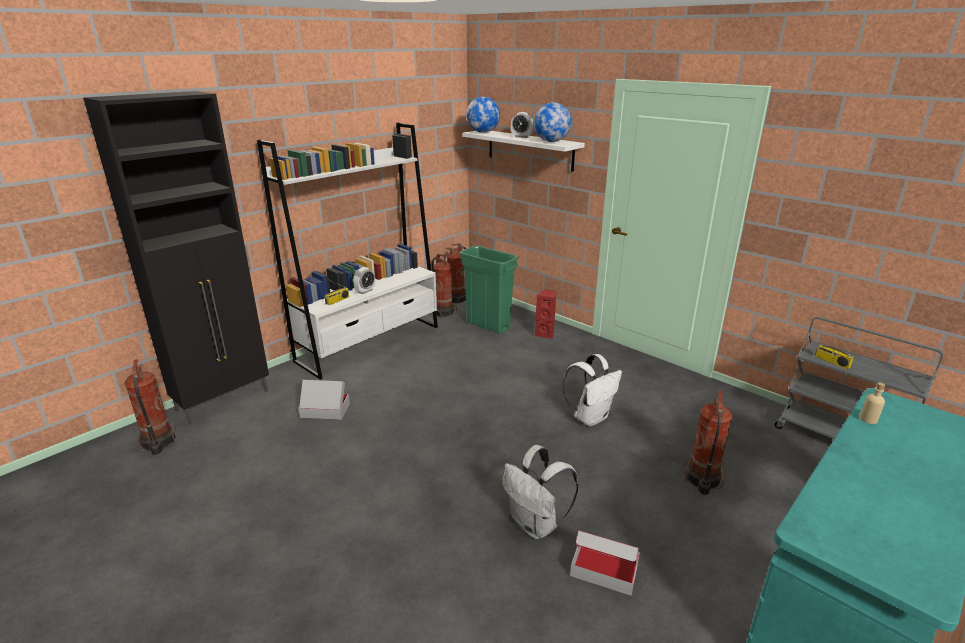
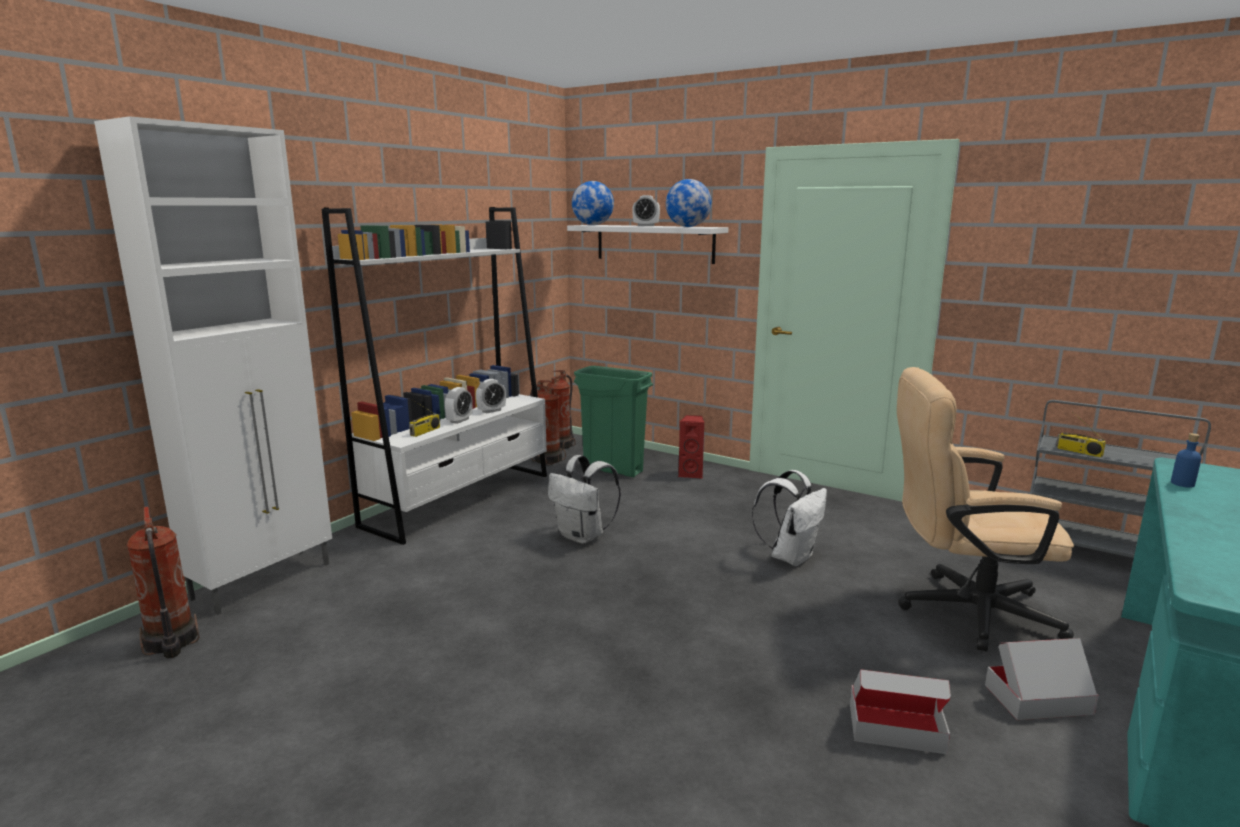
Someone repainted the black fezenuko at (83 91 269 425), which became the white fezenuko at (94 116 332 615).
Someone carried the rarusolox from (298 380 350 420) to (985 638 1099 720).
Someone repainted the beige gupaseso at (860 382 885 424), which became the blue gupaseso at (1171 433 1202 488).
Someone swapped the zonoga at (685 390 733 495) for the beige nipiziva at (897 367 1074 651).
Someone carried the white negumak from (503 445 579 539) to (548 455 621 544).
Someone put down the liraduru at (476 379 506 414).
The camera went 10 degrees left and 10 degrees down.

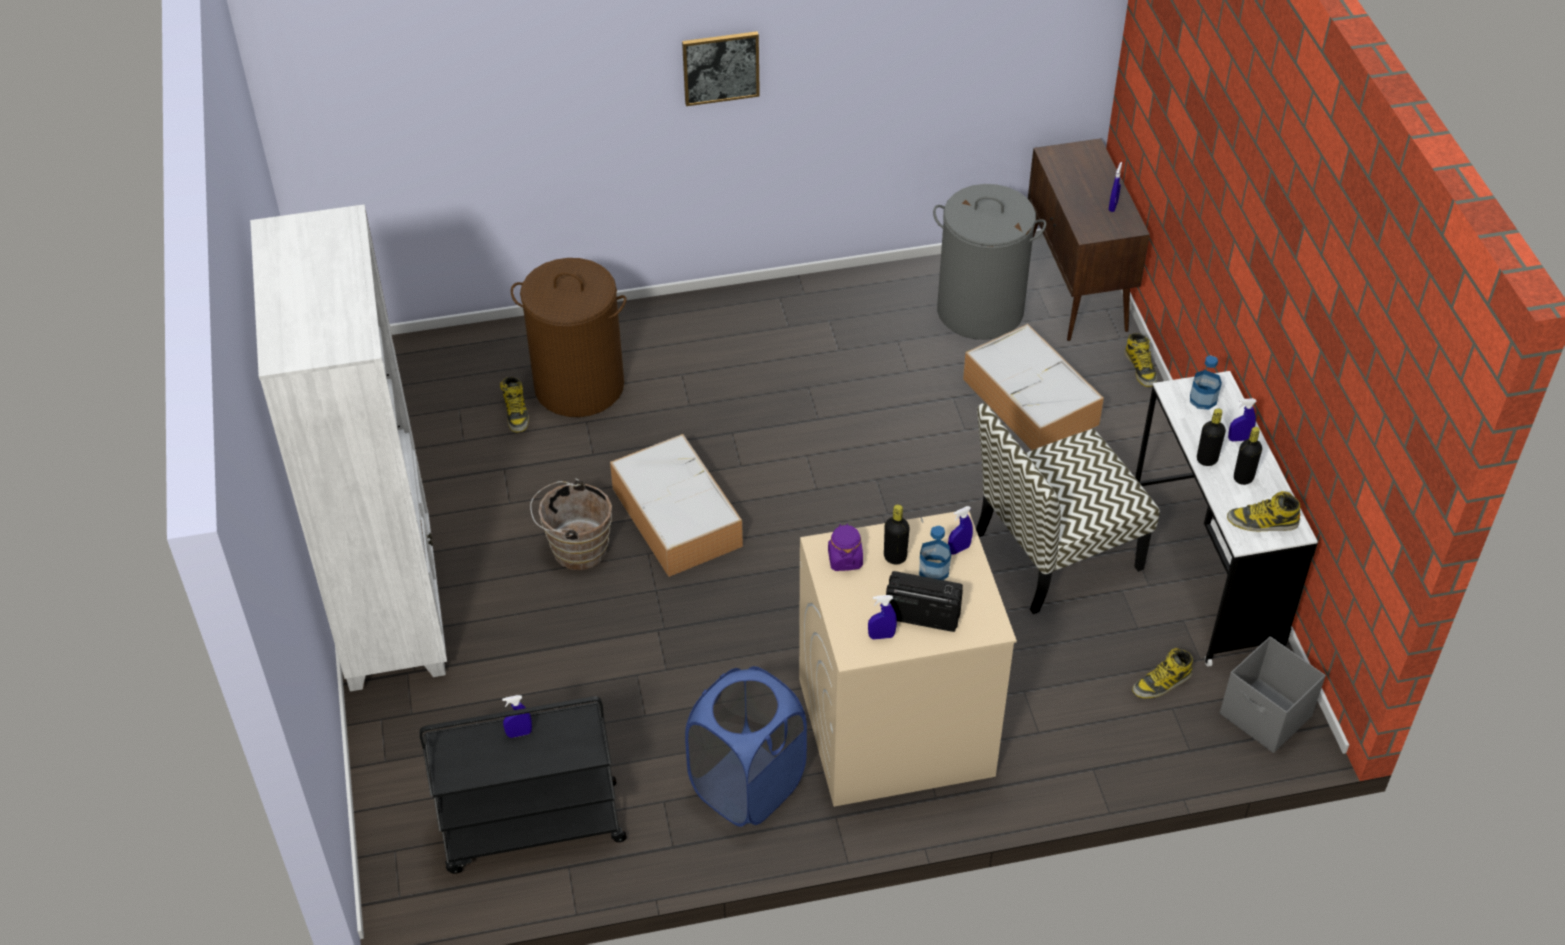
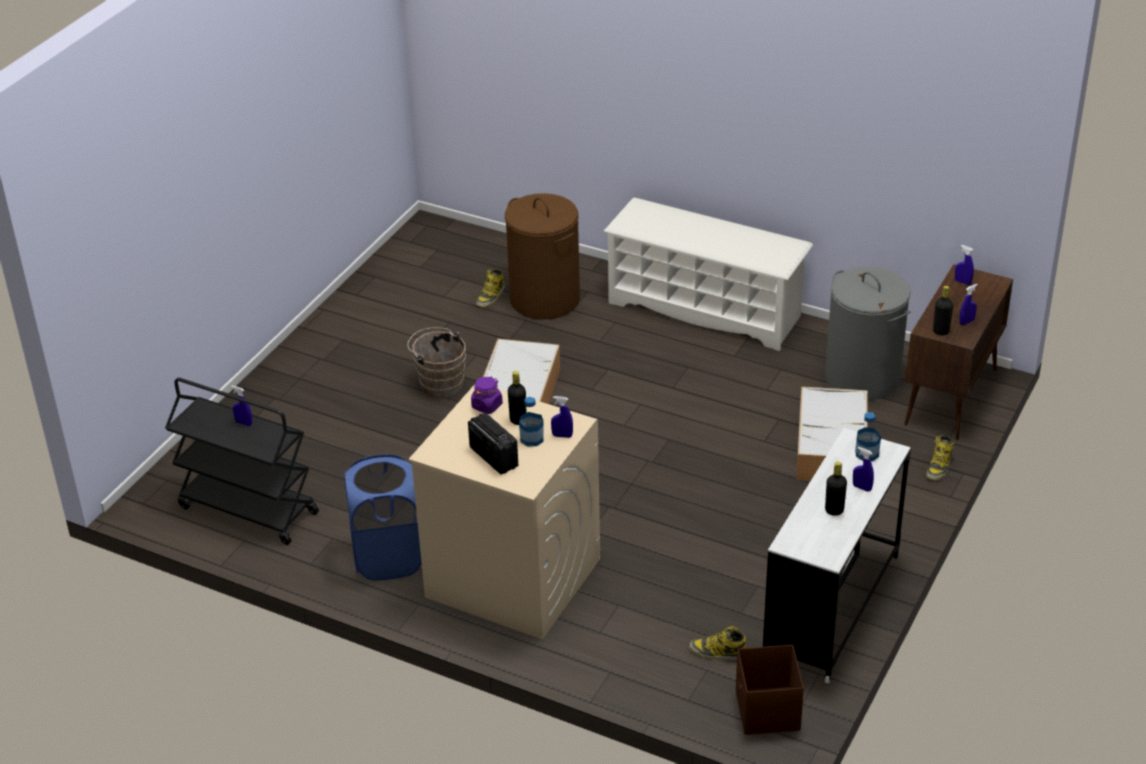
Someone took away the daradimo at (682 31 760 106).
Someone took away the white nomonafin at (250 204 447 692).
Someone took away the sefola at (976 403 1160 614).
Someone carried the black gupaseso from (1197 408 1226 466) to (933 286 953 335).
Someone took away the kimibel at (1227 491 1300 531).
Someone carried the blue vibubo from (868 595 897 640) to (955 245 974 285).
Someone repainted the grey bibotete at (1220 636 1326 753), which became the brown bibotete at (736 644 804 735).
Someone put down the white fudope at (604 197 813 351).
The camera went 40 degrees right and 10 degrees down.

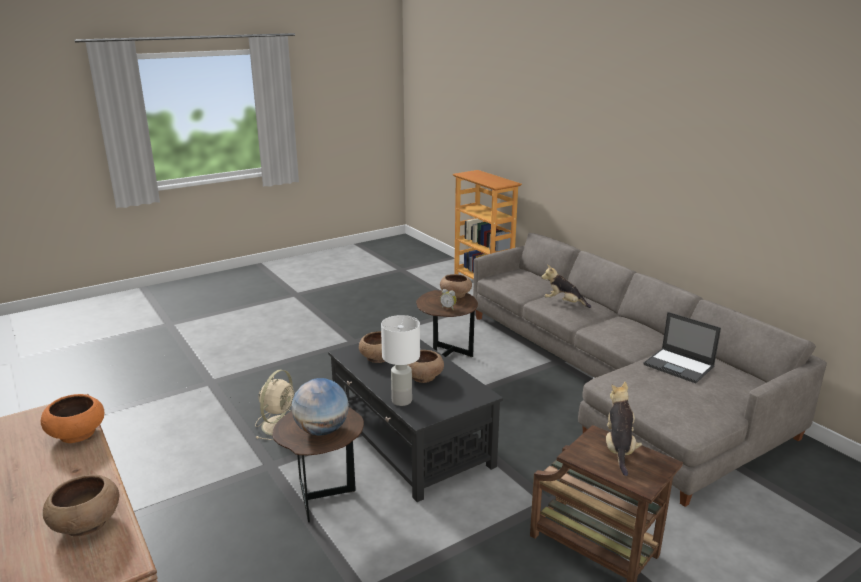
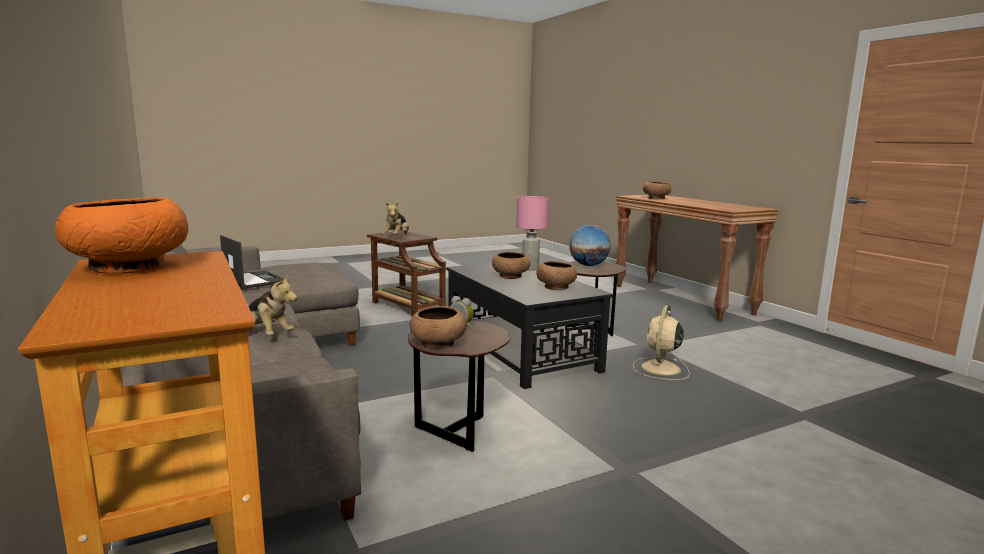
Someone repainted the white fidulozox at (381 315 420 406), which became the pink fidulozox at (516 196 549 270).
Someone carried the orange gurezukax from (41 394 104 443) to (55 197 188 274).
The camera went 175 degrees left and 10 degrees down.

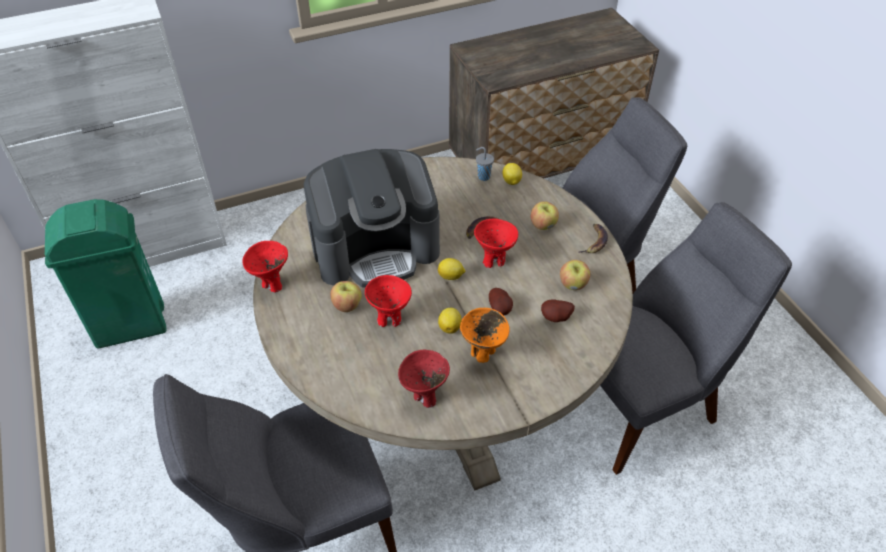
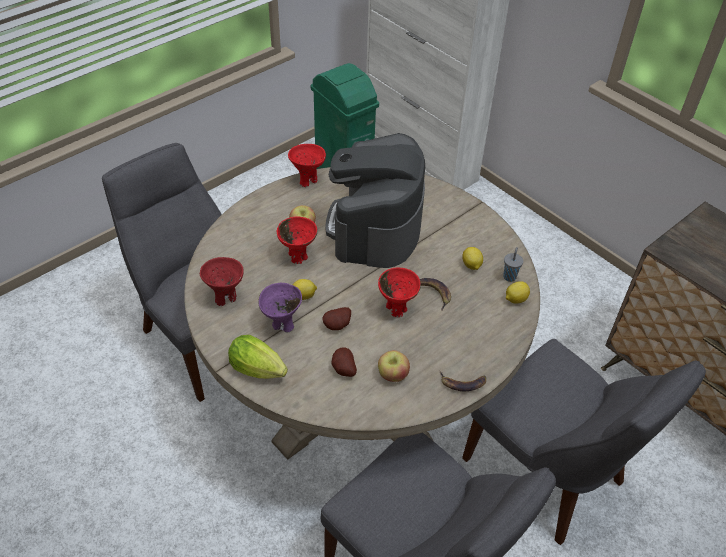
Someone rotated the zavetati at (304 149 440 287) by 45 degrees clockwise.
Someone took away the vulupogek at (531 201 559 230).
Someone carried the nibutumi from (438 258 465 280) to (462 247 483 270).
Someone repainted the orange gurezukax at (460 308 510 363), which became the purple gurezukax at (258 283 302 332).
Someone put down the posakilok at (228 335 288 379).
The camera went 70 degrees right and 0 degrees up.

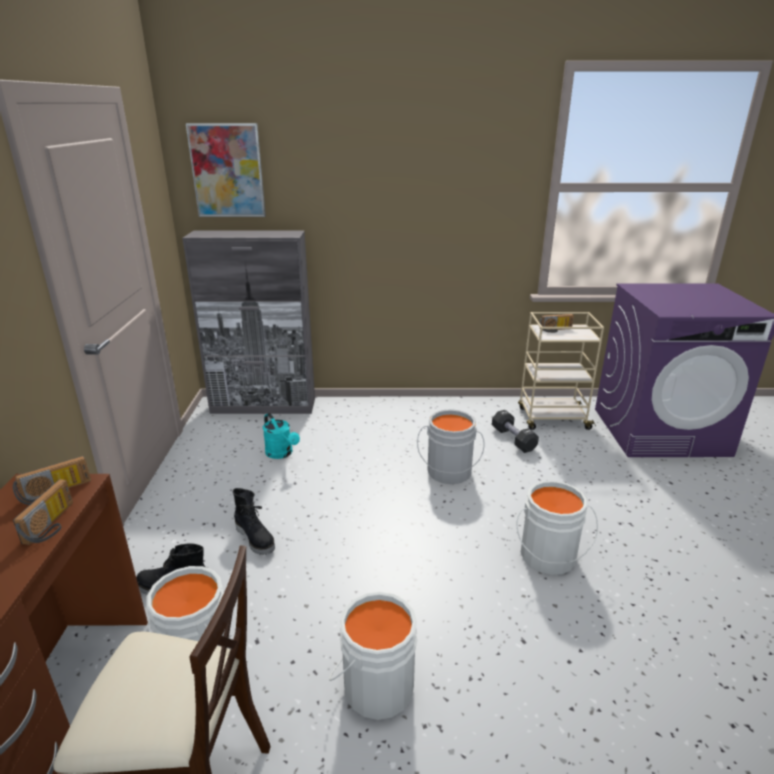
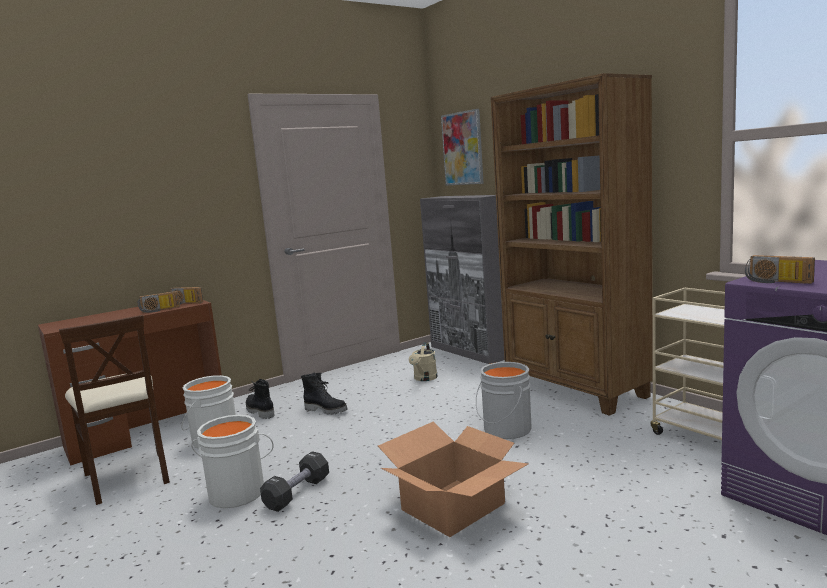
Someone carried the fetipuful from (540 314 574 333) to (745 255 815 284).
Someone carried the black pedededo from (492 410 539 453) to (260 451 329 512).
Someone repainted the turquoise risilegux at (263 413 300 459), which became the beige risilegux at (409 342 438 381).
Someone swapped the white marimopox at (517 480 598 575) for the rarusolox at (378 422 528 537).
Someone rotated the black kimibel at (233 488 275 555) by 75 degrees counterclockwise.
Someone put down the brown nomonafin at (491 73 653 416).
The camera went 55 degrees right and 15 degrees down.

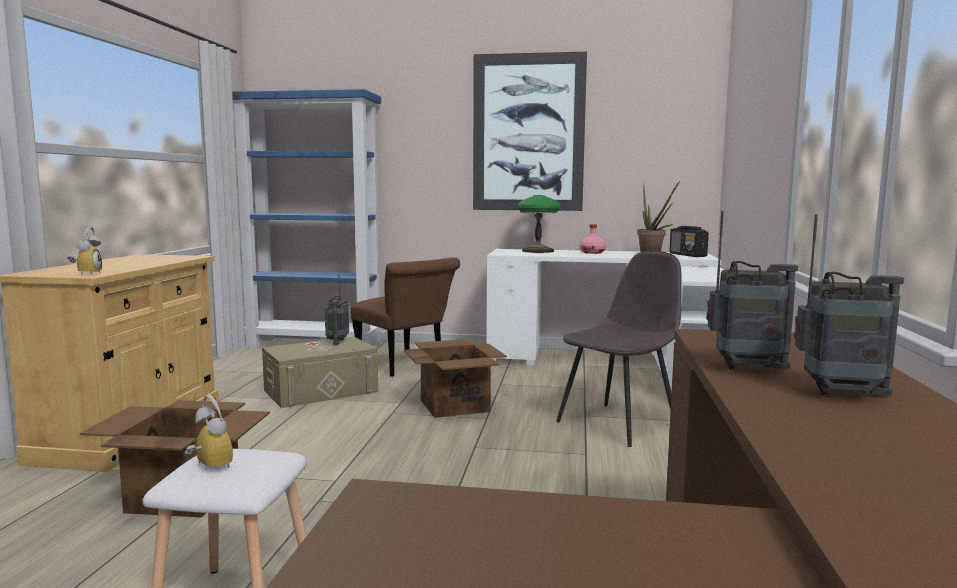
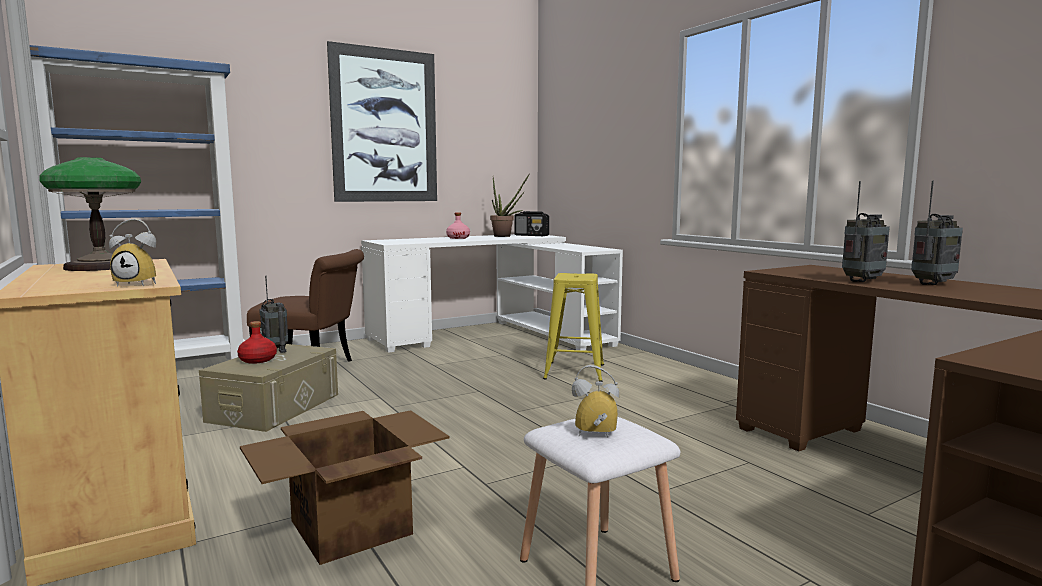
Someone carried the fidulozox from (517 195 561 253) to (40 157 141 271).
Someone rotated the liraduru at (67 227 102 276) by 135 degrees clockwise.
Someone swapped the grey sefola at (557 250 682 447) for the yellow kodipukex at (543 273 604 382).
Someone took away the rarusolox at (404 339 507 418).
Someone put down the red gupaseso at (237 321 277 364).
The camera went 40 degrees left and 0 degrees up.

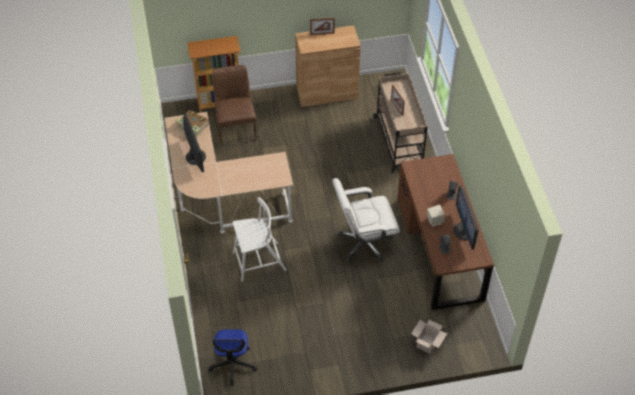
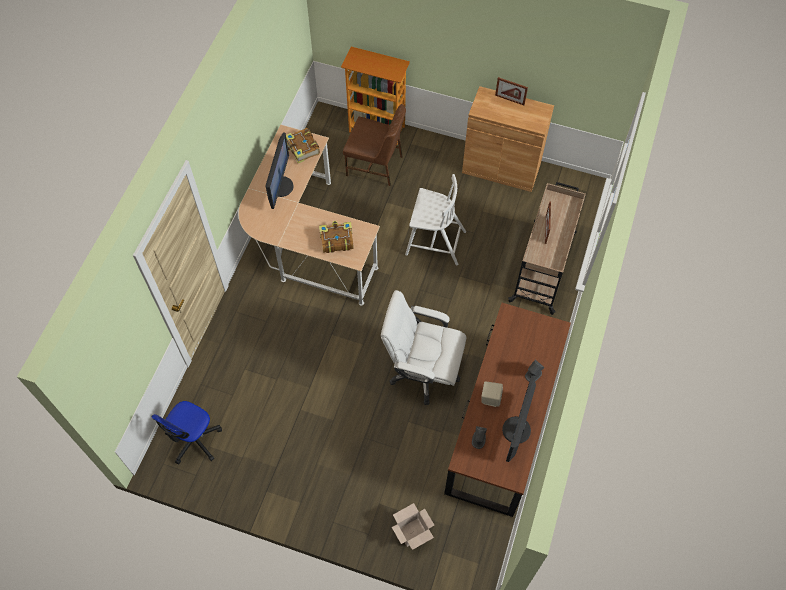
Someone rotated the brown sefola at (212 65 256 145) by 90 degrees clockwise.
Someone carried the white sefola from (233 197 287 282) to (405 174 466 265).
Someone put down the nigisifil at (319 221 354 253).
The camera went 30 degrees right and 10 degrees up.

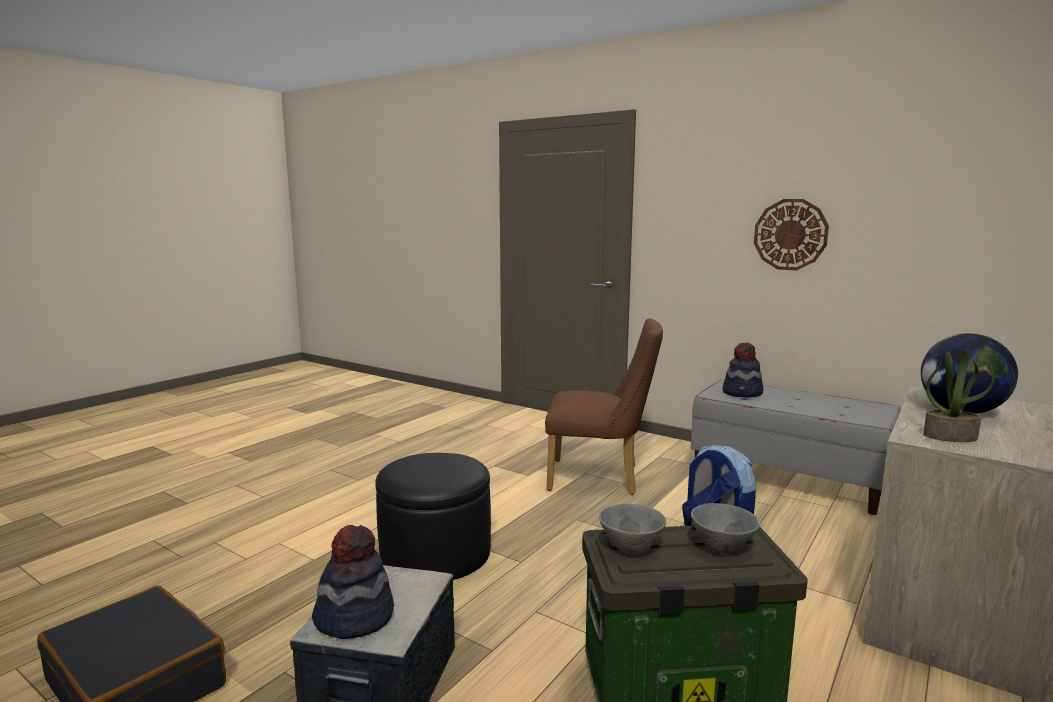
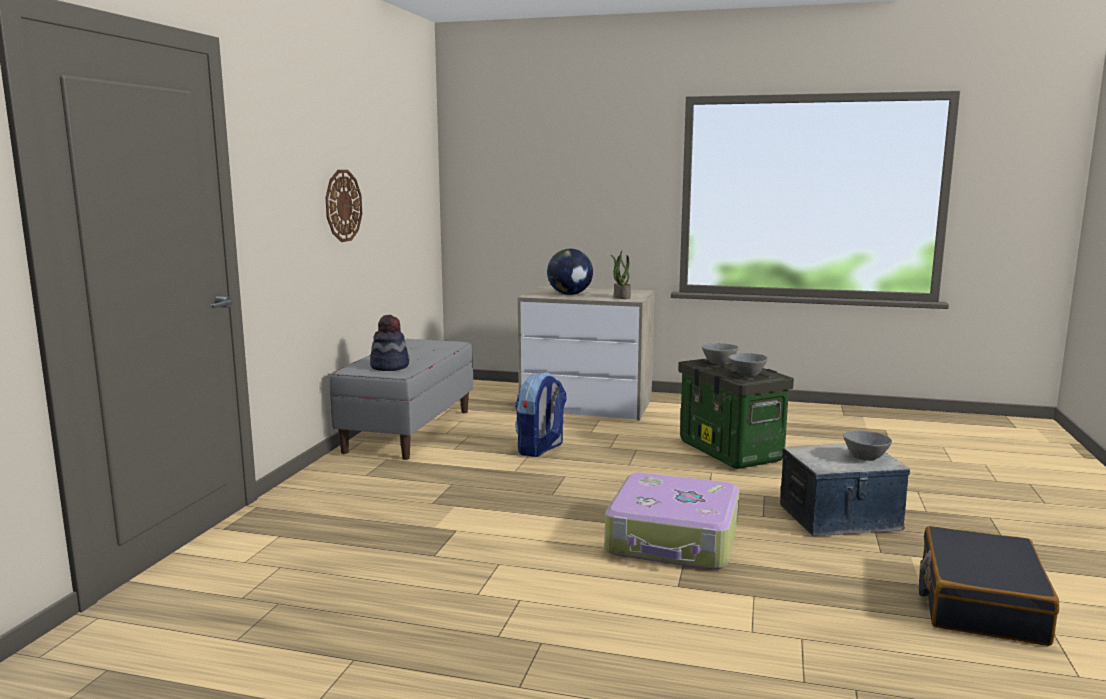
Someone took away the brown sefola at (545 318 663 495).
Someone swapped the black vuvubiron at (375 453 491 580) for the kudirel at (605 472 739 570).
Someone swapped the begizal at (312 525 394 639) for the grey gurezukax at (843 430 892 461).
The camera went 110 degrees left and 0 degrees up.

